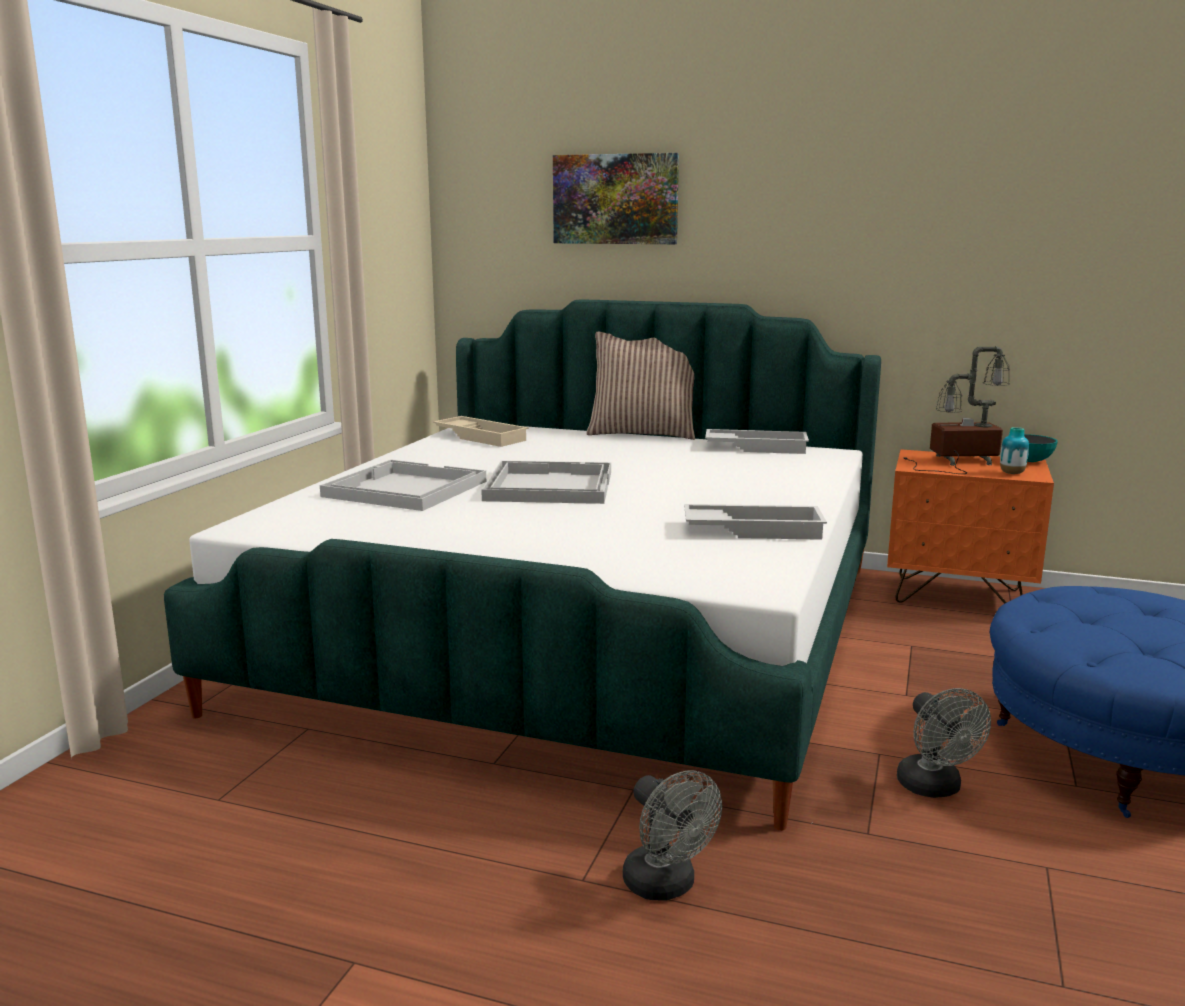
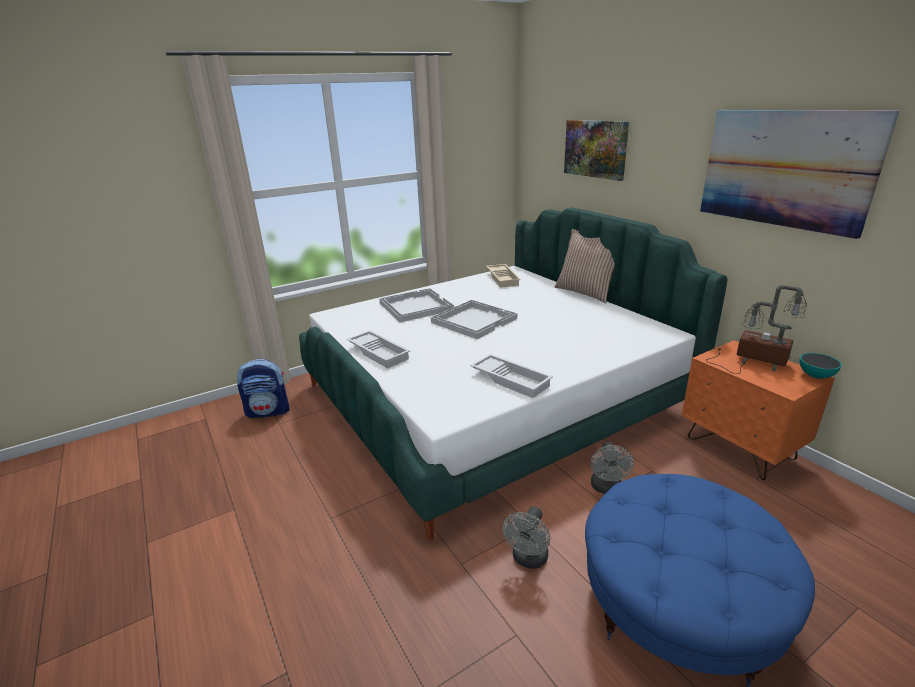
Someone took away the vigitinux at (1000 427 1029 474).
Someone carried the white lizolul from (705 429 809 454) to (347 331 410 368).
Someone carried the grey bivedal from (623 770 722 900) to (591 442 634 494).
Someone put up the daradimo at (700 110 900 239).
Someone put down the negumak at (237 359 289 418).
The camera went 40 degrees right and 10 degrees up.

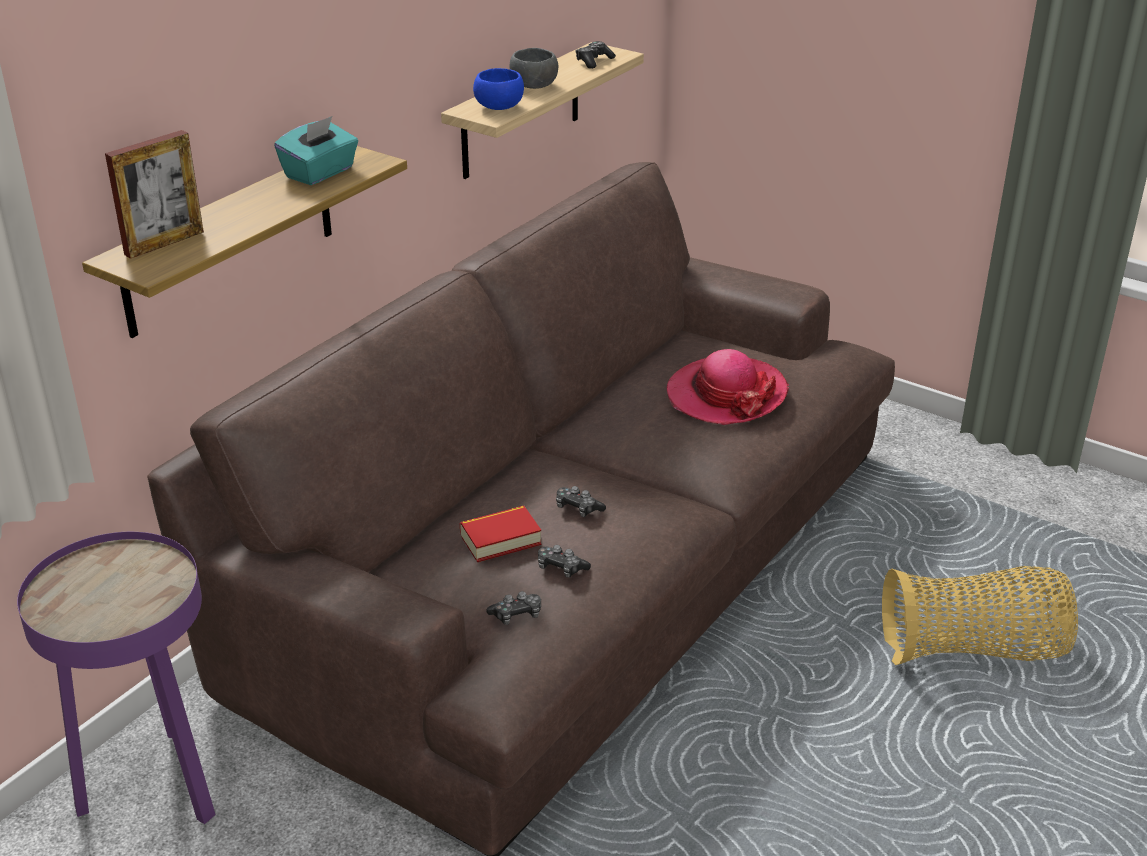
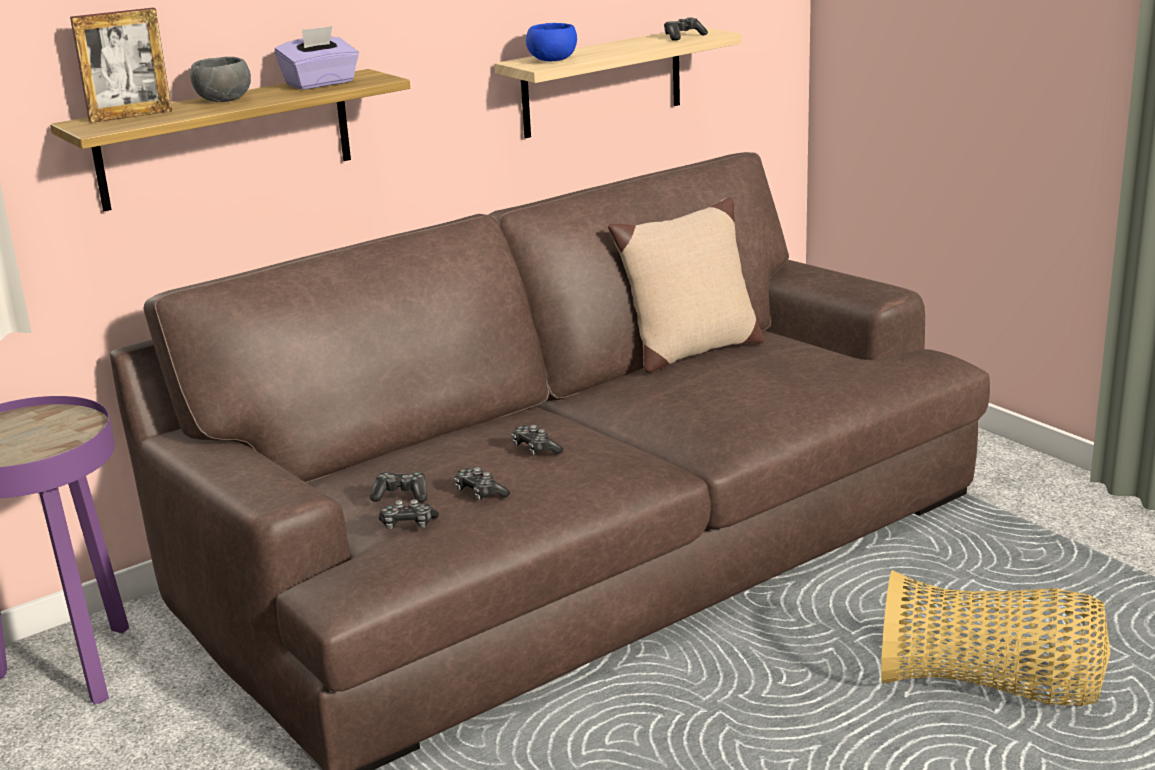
Someone carried the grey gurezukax from (509 48 558 89) to (190 57 251 102).
Someone repainted the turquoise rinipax at (274 116 358 185), which became the purple rinipax at (275 26 359 90).
Someone took away the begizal at (667 349 789 425).
Someone took away the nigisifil at (460 506 542 562).
Someone put down the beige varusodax at (608 197 764 373).
Someone put down the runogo at (370 472 427 502).
The camera went 20 degrees right and 10 degrees down.

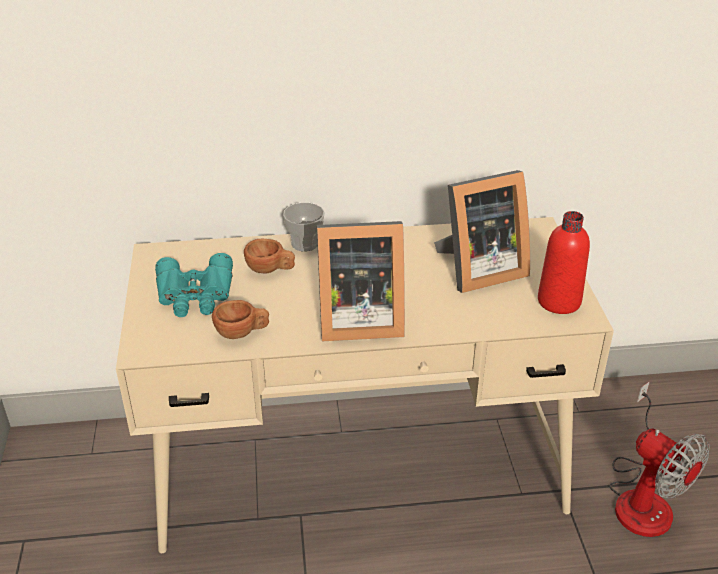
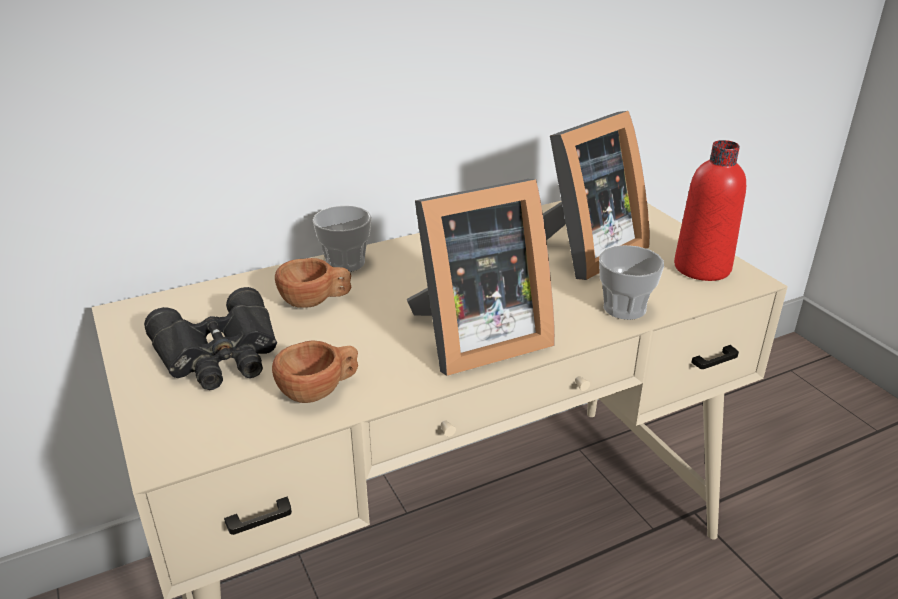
Someone repainted the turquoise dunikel at (155 253 233 317), which became the black dunikel at (144 287 277 390).
Someone took away the bivedal at (609 382 710 537).
Someone put down the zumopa at (599 245 664 320).
The camera went 20 degrees left and 5 degrees down.

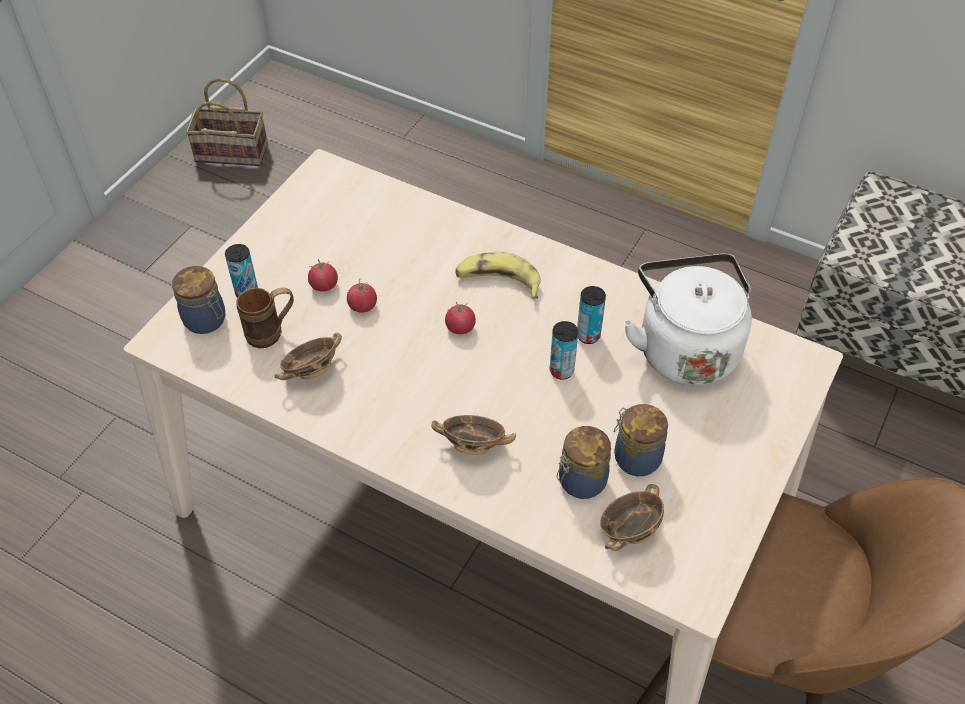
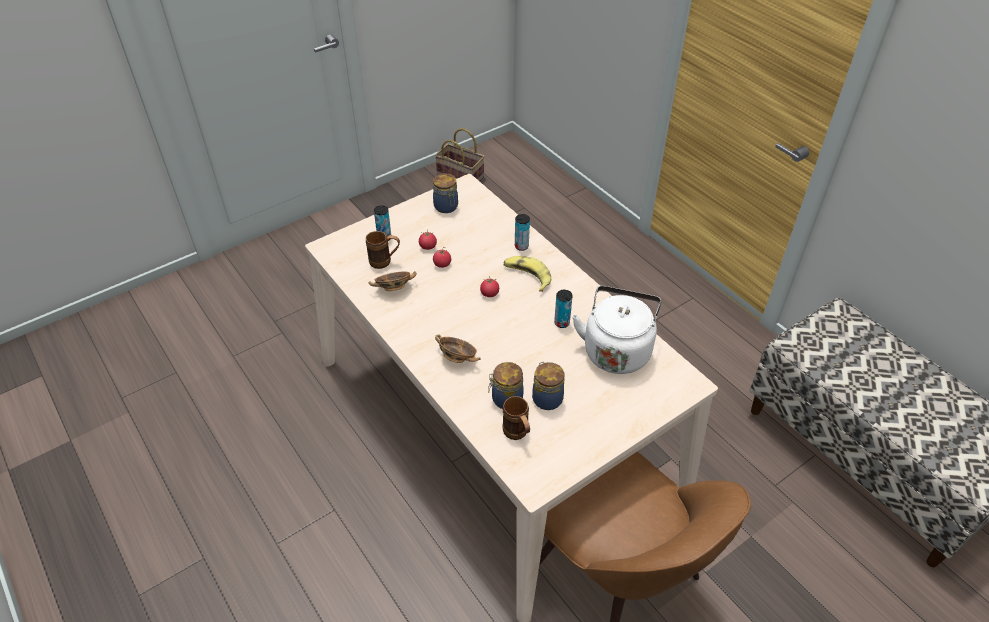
Someone carried the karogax from (172 266 225 334) to (433 173 458 213).
Someone carried the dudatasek from (550 321 578 380) to (515 214 530 251).
Someone swapped the gurezukax at (600 484 664 551) for the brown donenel at (503 396 530 440).
The camera went 25 degrees right and 5 degrees down.

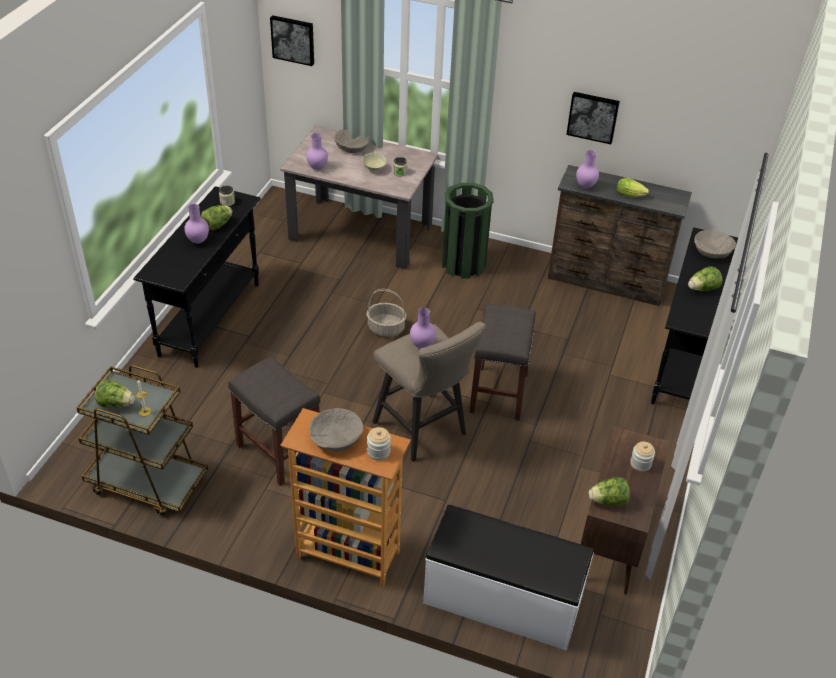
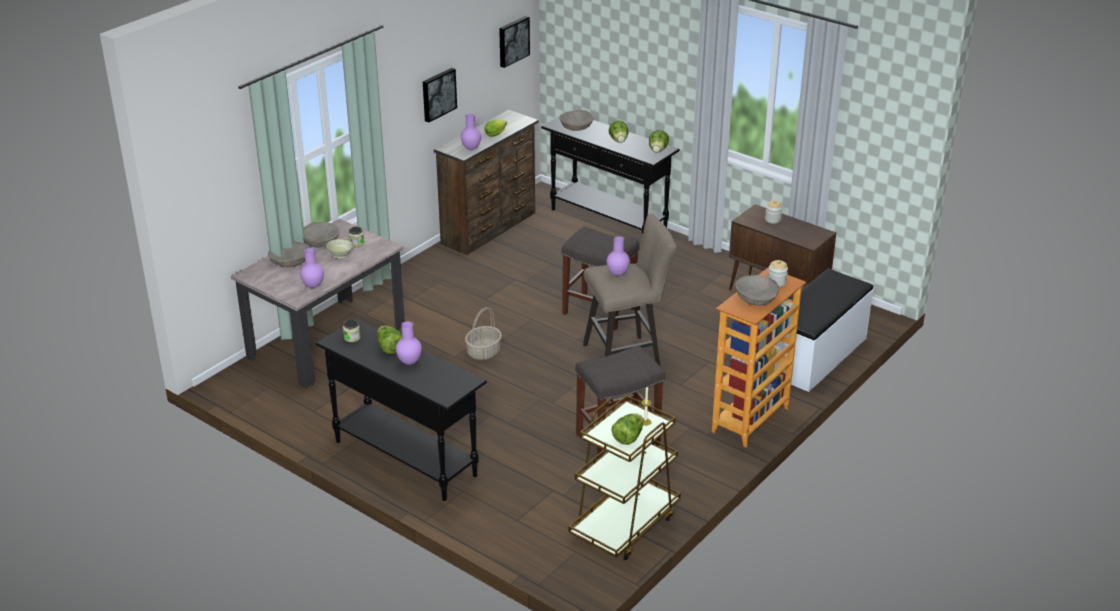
Someone carried the daradimo from (270 15 314 66) to (499 16 530 68).
Someone took away the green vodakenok at (442 183 494 279).
Someone carried the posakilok from (589 477 630 506) to (649 130 669 153).
Someone put down the beige gurezukax at (303 222 339 248).
The camera went 70 degrees left and 10 degrees down.

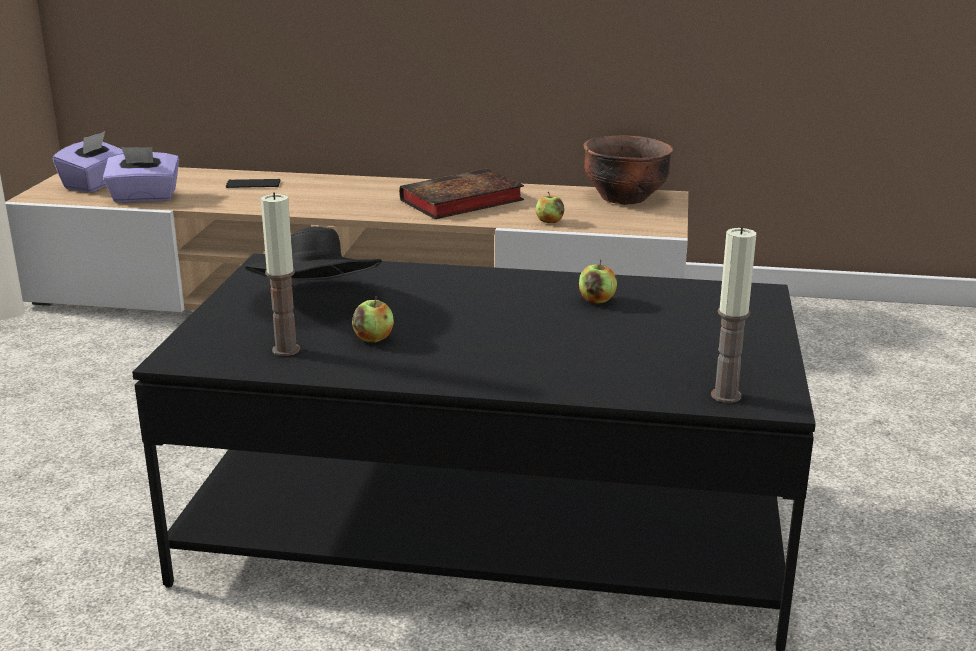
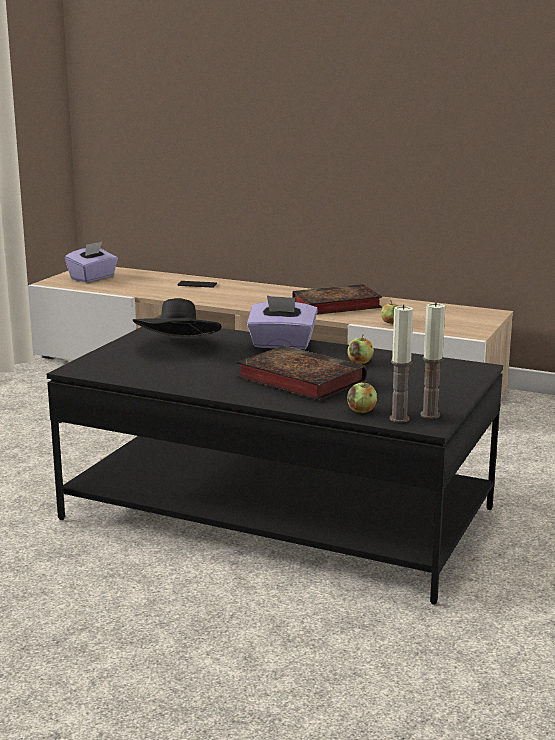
Someone took away the brown gurezukax at (583 135 673 205).
Someone carried the purple rinipax from (103 147 179 203) to (247 296 318 349).
Someone carried the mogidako from (261 192 300 356) to (420 302 445 419).
Someone carried the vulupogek from (352 296 394 343) to (347 379 377 413).
Someone put down the nigisifil at (236 345 366 401).
The camera went 15 degrees right and 5 degrees down.

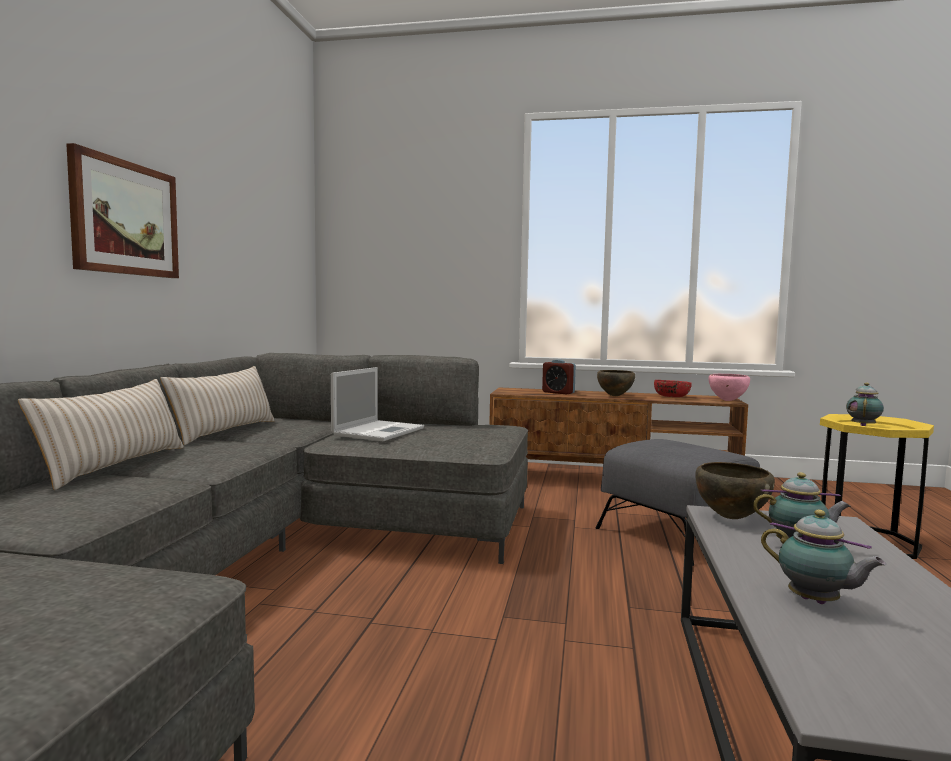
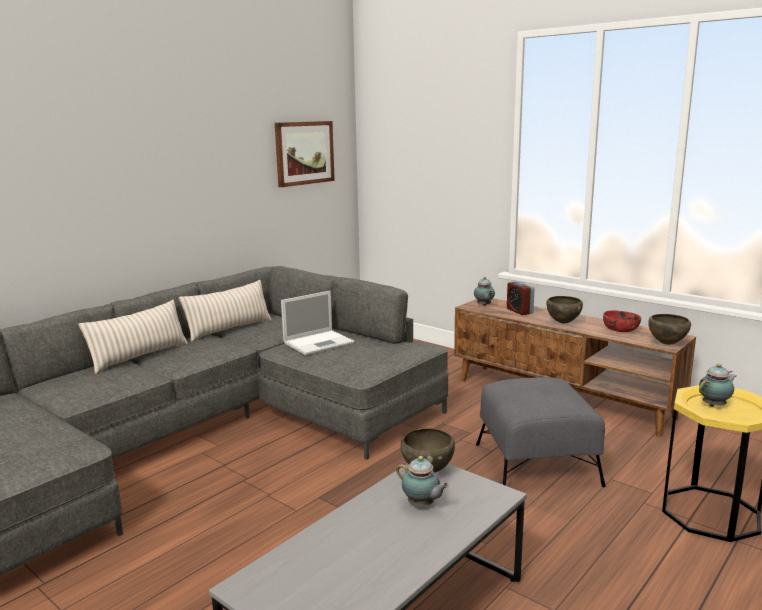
Someone carried the daradimo from (66 143 179 278) to (275 121 335 187).
Someone repainted the pink gurezukax at (709 374 750 401), which became the brown gurezukax at (648 314 691 345).
Someone carried the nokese from (761 509 886 604) to (474 277 495 306).
The camera went 30 degrees right and 10 degrees up.

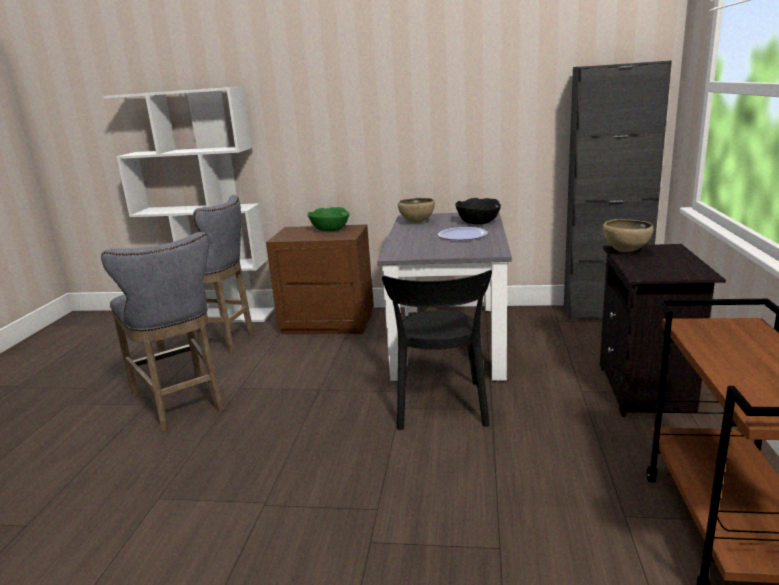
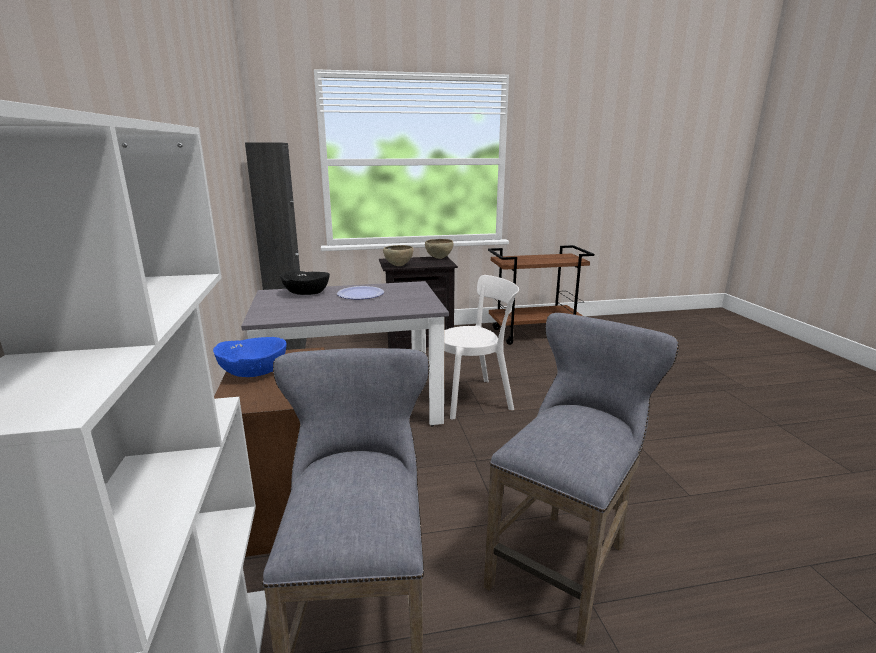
Someone carried the brown gurezukax from (398 198 435 224) to (425 239 454 259).
Someone repainted the green gurezukax at (308 207 349 231), which became the blue gurezukax at (213 337 286 377).
Someone repainted the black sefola at (382 270 492 430), which became the white sefola at (444 275 519 420).
The camera went 110 degrees left and 0 degrees up.

